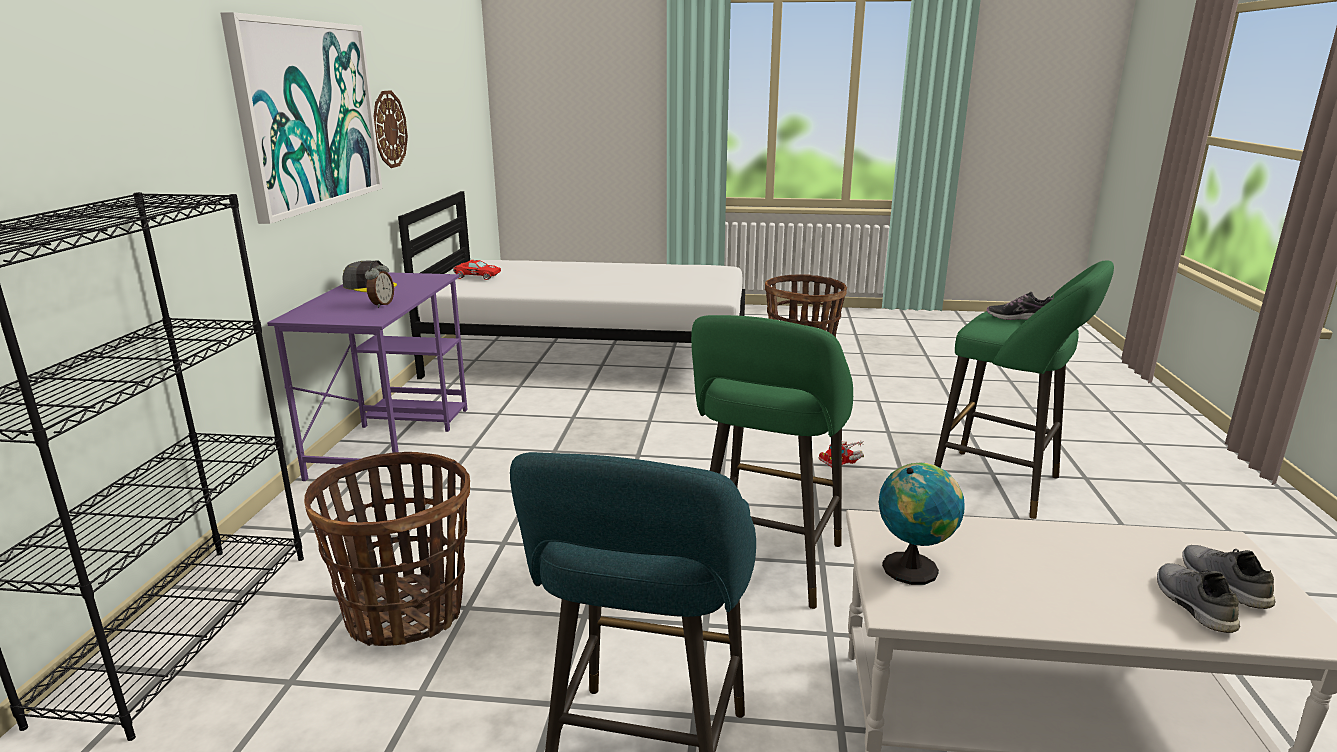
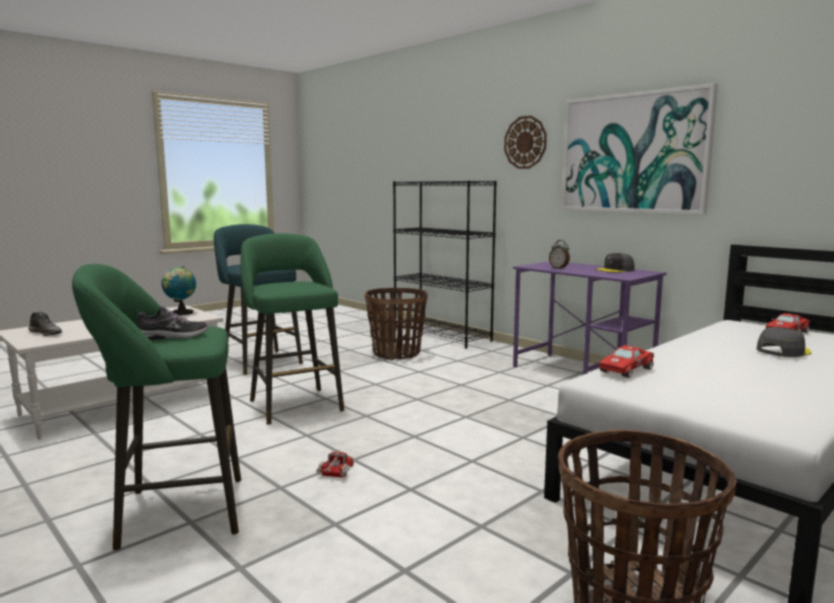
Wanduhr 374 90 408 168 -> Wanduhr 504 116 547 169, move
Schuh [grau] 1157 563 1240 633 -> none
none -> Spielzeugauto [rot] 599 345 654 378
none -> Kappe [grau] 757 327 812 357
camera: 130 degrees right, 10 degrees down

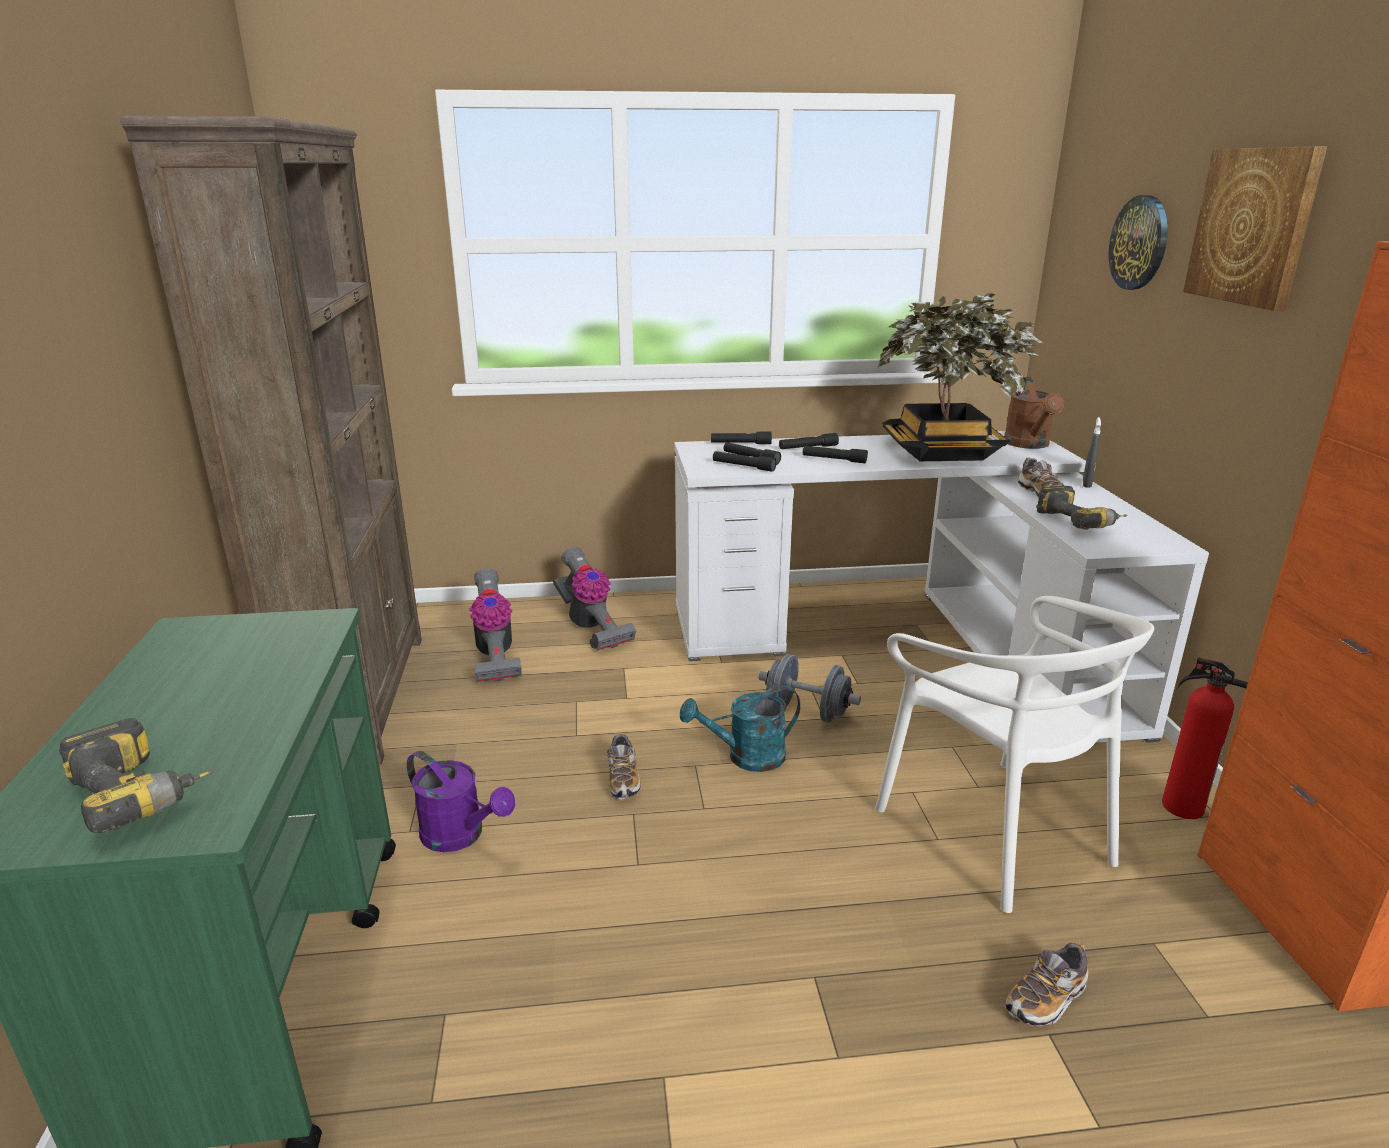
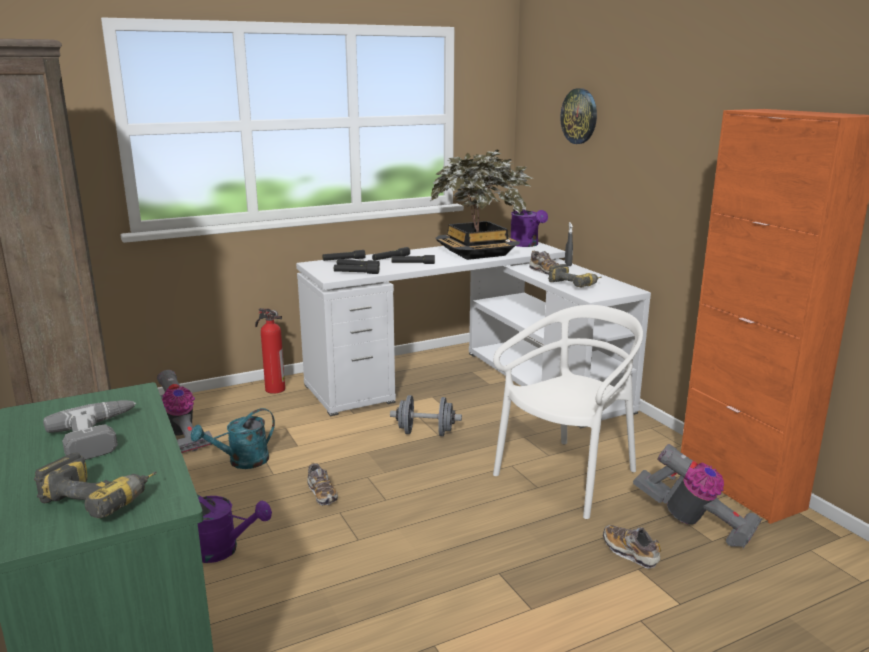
Staubsauger 553 547 636 651 -> Staubsauger 633 444 762 548, move
Gießkanne [türkis] 680 686 801 772 -> Gießkanne [türkis] 191 408 275 469, move
Stuhl [weiß] 875 596 1154 913 -> Stuhl [weiß] 493 305 643 519, 90 degrees counterclockwise
Gießkanne [braun] 1004 377 1064 449 -> Gießkanne [lila] 510 209 548 247
Schuh 1005 943 1089 1026 -> Schuh 603 525 661 569, 105 degrees clockwise
Feuerlöscher 1162 657 1248 819 -> Feuerlöscher 255 308 285 394, move
Bild 1183 146 1327 311 -> none
none -> Bohrmaschine 43 400 136 460
camera: 20 degrees left, 5 degrees down

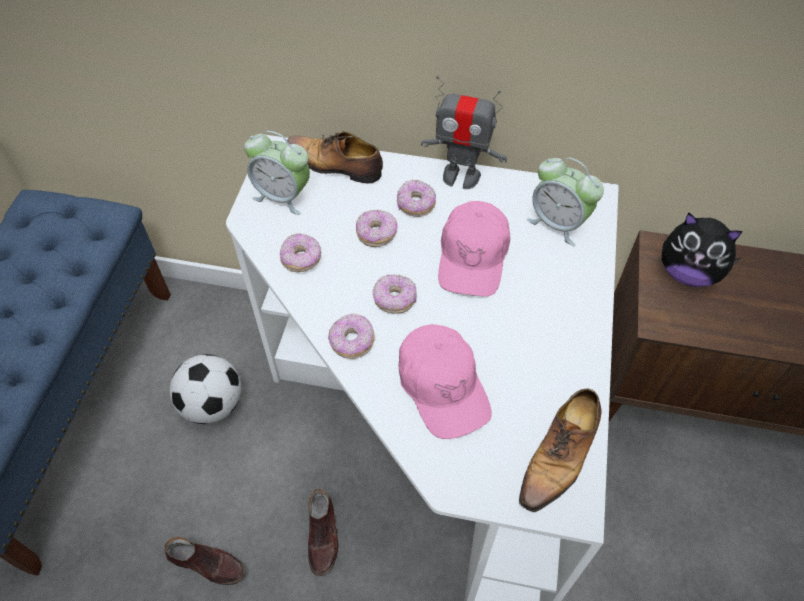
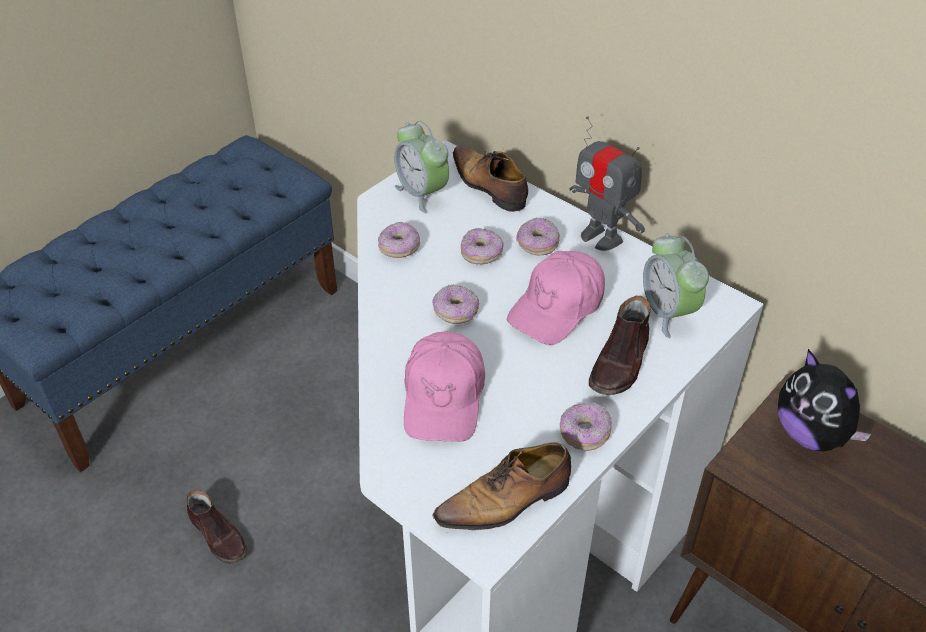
Fußball 170 354 241 424 -> none
Schuh [braun] 308 489 339 576 -> Schuh [braun] 589 296 651 395, move
Donut 328 314 374 359 -> Donut 560 402 612 451, move
camera: 30 degrees right, 10 degrees down

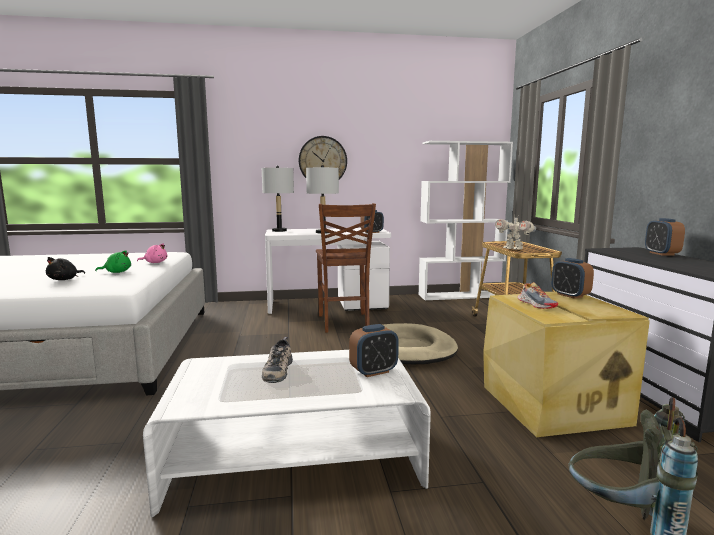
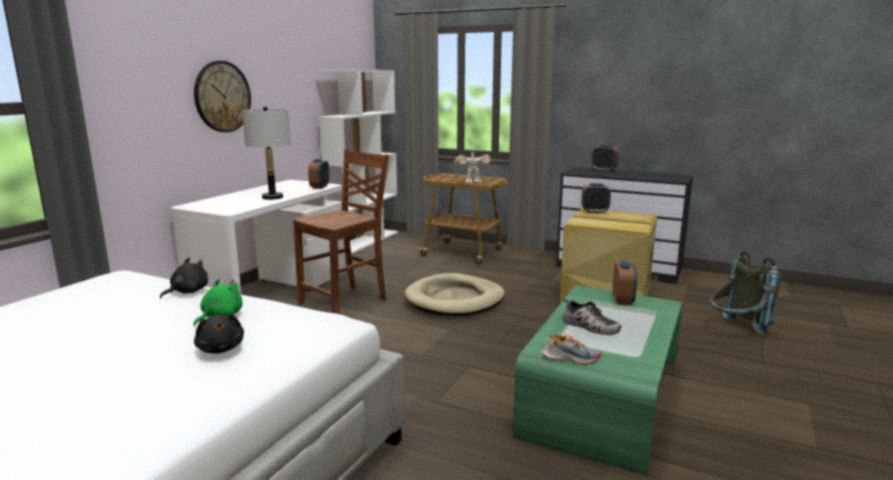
Plüschtier [rosa] 137 243 167 263 -> Plüschtier [schwarz] 160 258 208 298
Couchtisch [weiß] 143 350 431 517 -> Couchtisch [grün] 513 285 682 475
Tischlampe [grau] 262 166 294 232 -> none
Stuhl [braun] 316 203 376 333 -> Stuhl [braun] 293 149 389 314, 75 degrees counterclockwise
Schuh 518 282 558 309 -> Schuh 542 333 601 365, move
camera: 55 degrees left, 5 degrees up

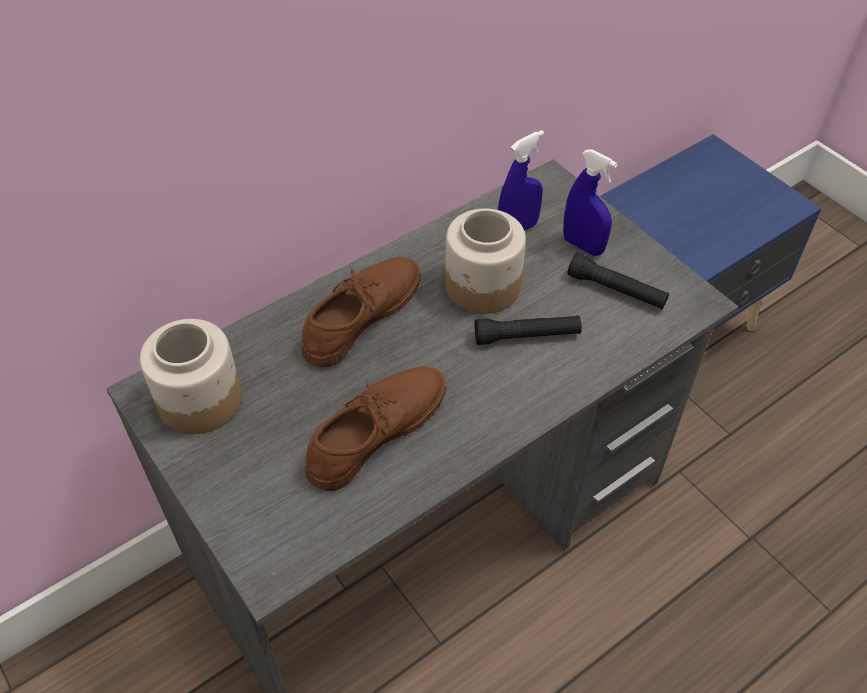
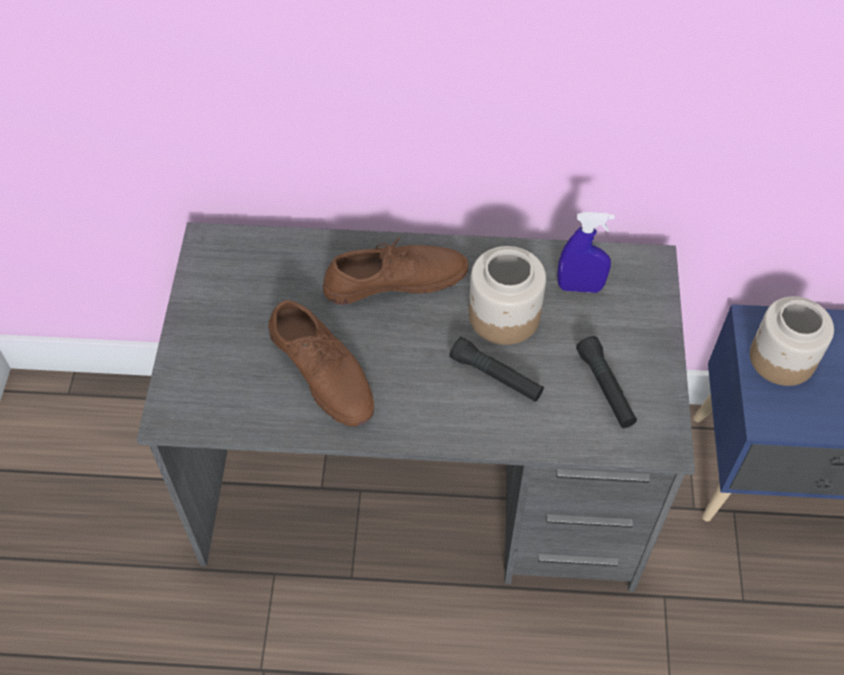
Vorratsglas 140 319 242 434 -> Vorratsglas 750 296 834 386, move
Schuh [braun] 305 366 446 491 -> Schuh [braun] 268 300 374 426, 60 degrees clockwise
Sprühflasche [blau] 563 149 618 256 -> none
camera: 40 degrees right, 5 degrees up

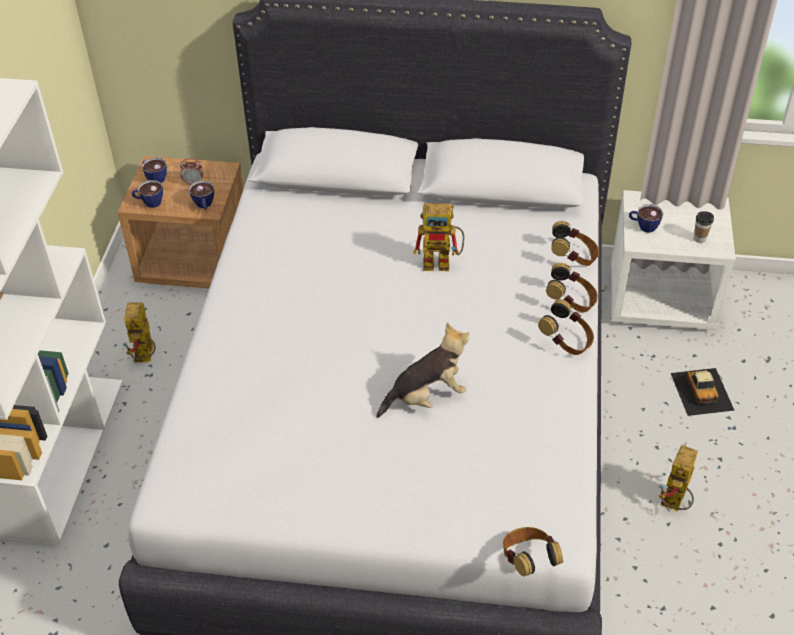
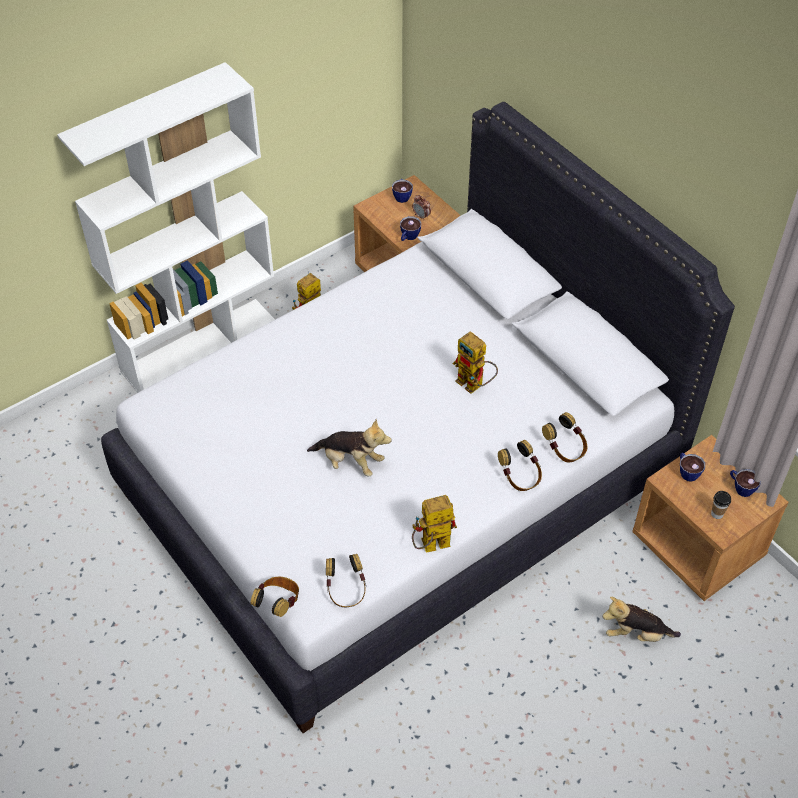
Tasse 132 180 163 208 -> Tasse 730 469 761 497, move
Kopfhörer 538 299 594 355 -> Kopfhörer 326 554 366 607, move
Nachttisch [weiß] 611 190 736 330 -> Nachttisch [braun] 632 435 789 601
Spielzeugroboter 659 445 698 512 -> Spielzeugroboter 412 495 457 553, move
Spielzeugauto 671 368 735 416 -> Plüschtier 602 597 681 642
camera: 45 degrees right, 5 degrees up

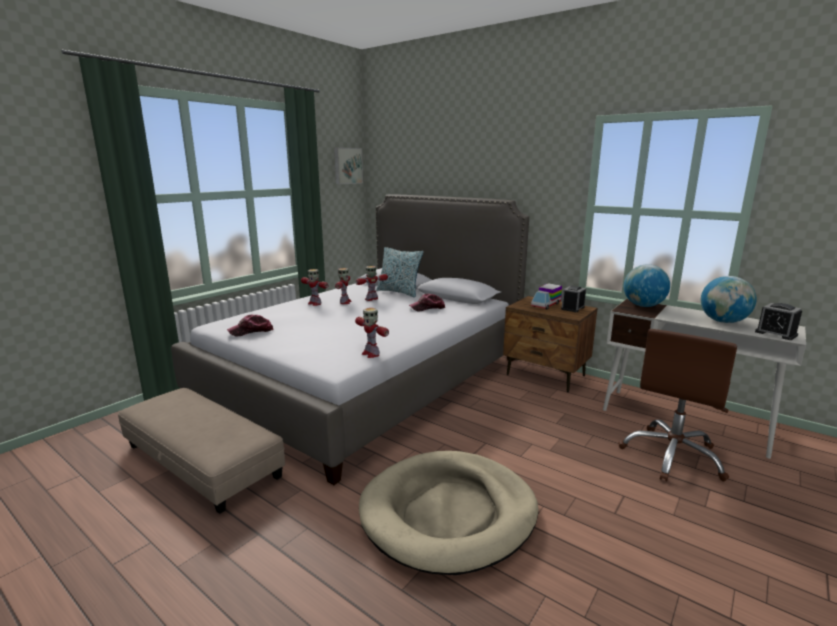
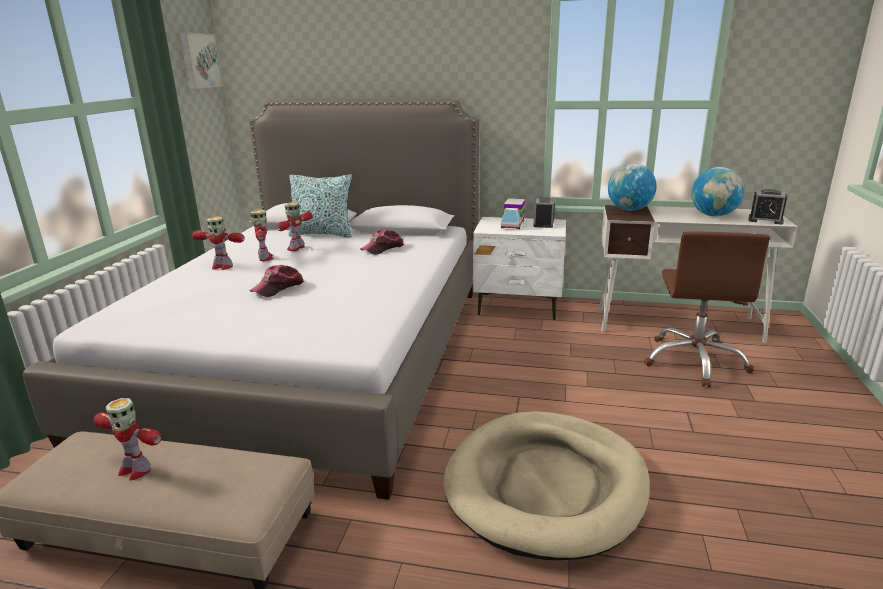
Kappe 227 315 273 337 -> Kappe 249 265 304 297, move
Spielzeugroboter 355 308 389 358 -> Spielzeugroboter 94 398 162 480, move
Nachttisch [braun] 503 296 597 392 -> Nachttisch [weiß] 473 217 566 320
camera: 25 degrees left, 5 degrees up

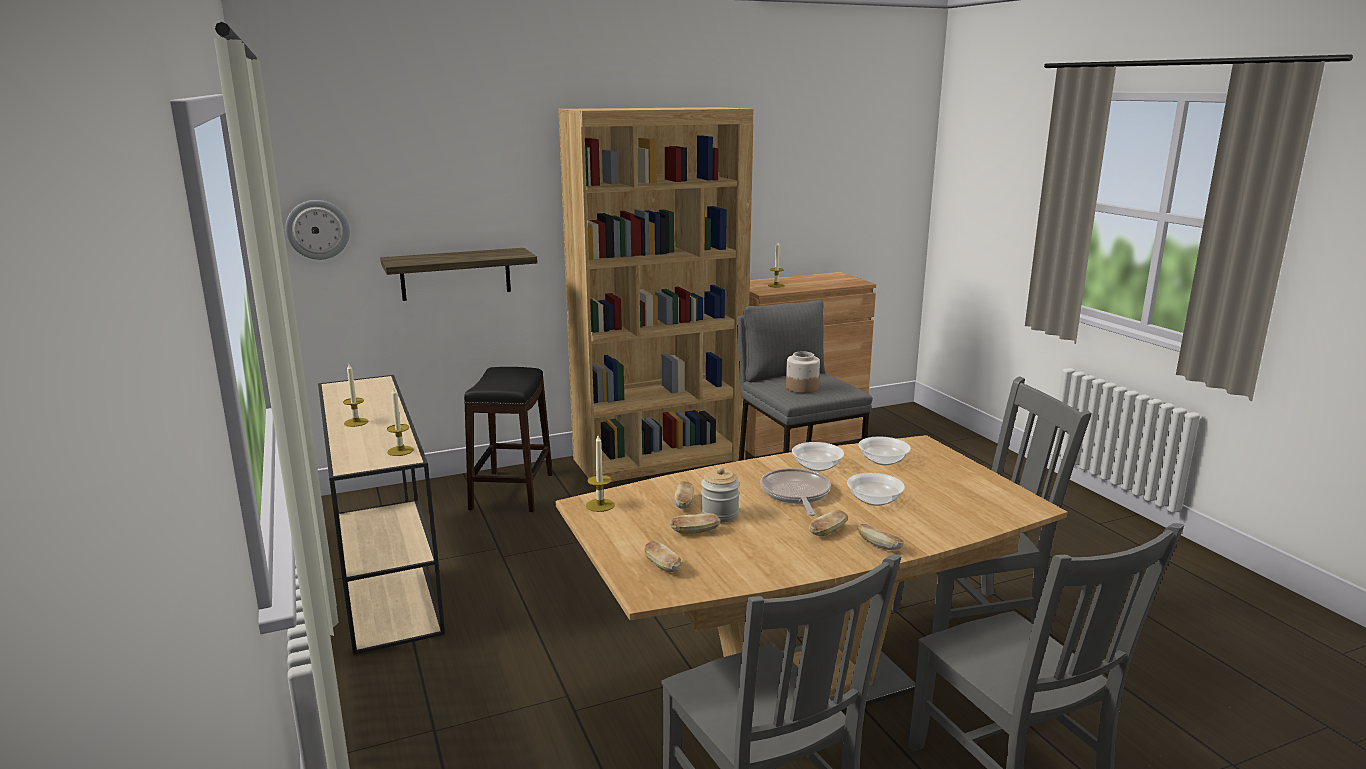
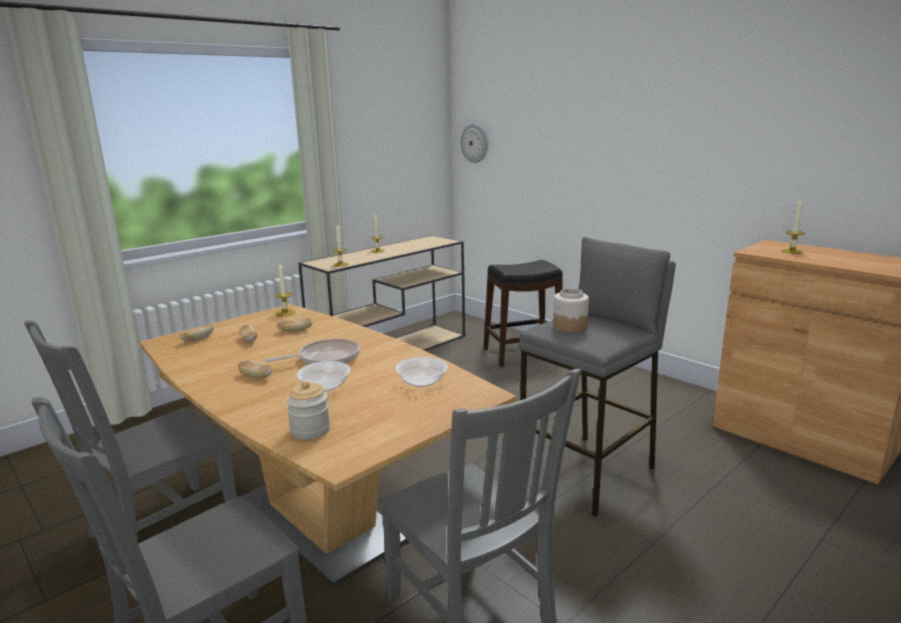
Wandregal 380 248 538 301 -> none
Bücherregal [braun] 558 107 753 482 -> none
Vorratsglas 701 467 740 523 -> Vorratsglas 286 381 330 440, move
Schüssel 792 442 844 471 -> none
Brot 858 524 904 550 -> none
camera: 70 degrees right, 0 degrees up

